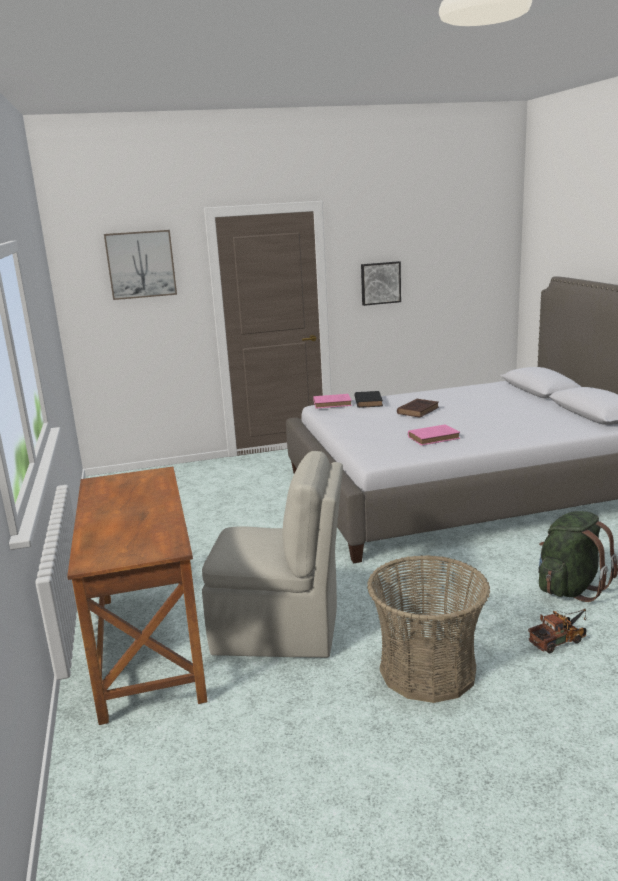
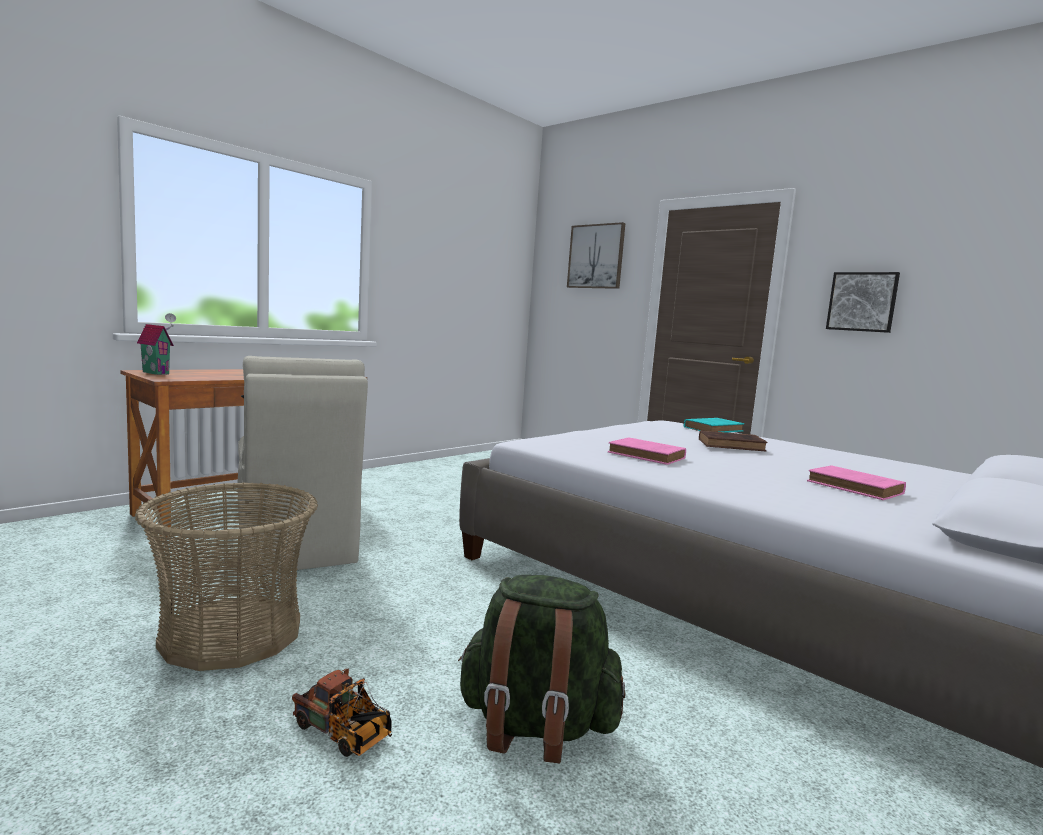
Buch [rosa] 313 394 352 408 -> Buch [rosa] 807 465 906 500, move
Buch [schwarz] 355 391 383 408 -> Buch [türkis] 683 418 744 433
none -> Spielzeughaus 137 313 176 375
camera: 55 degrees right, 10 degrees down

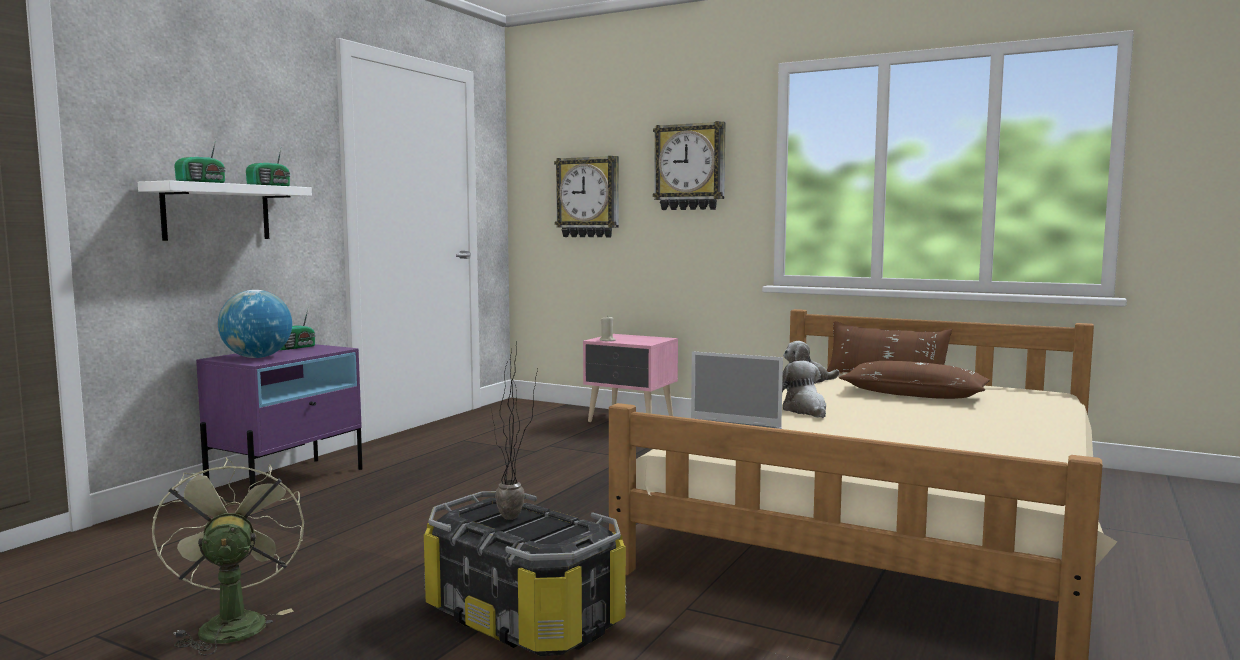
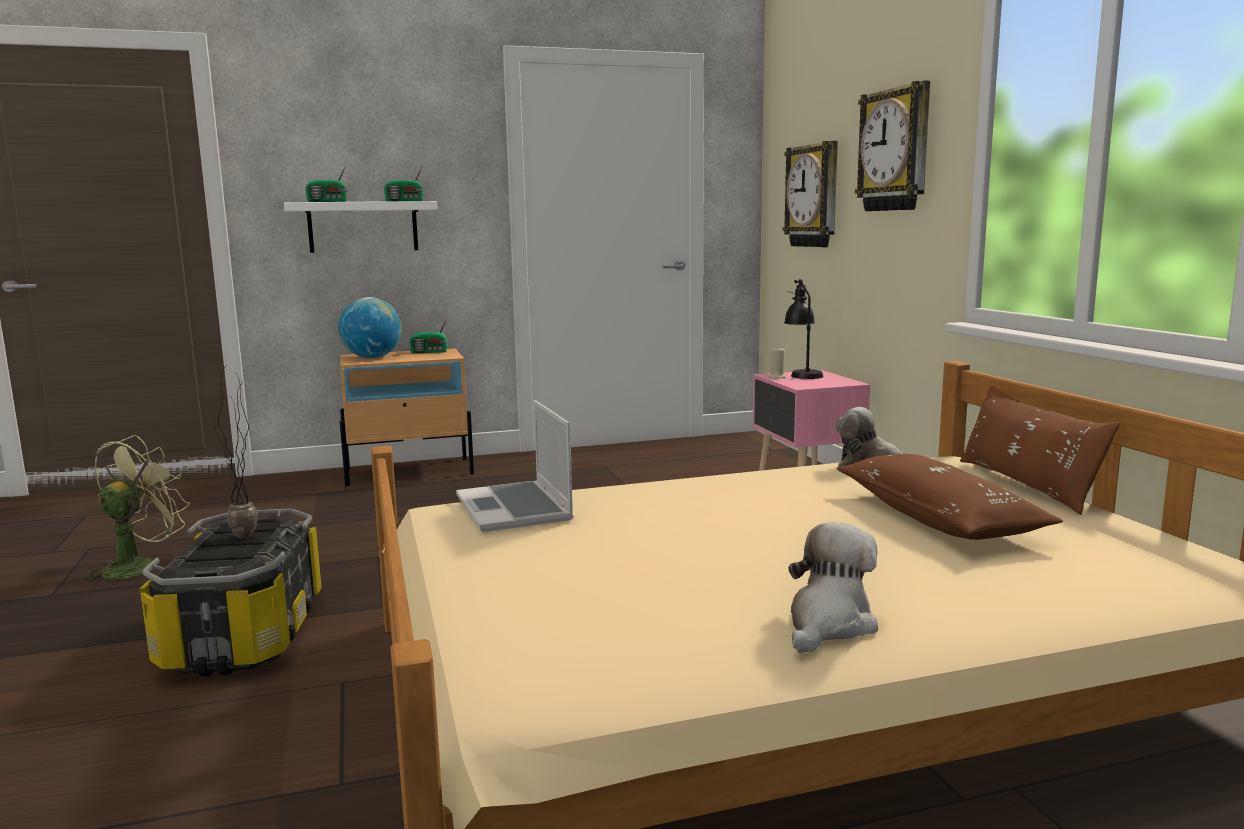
Nachttisch [lila] 196 344 363 490 -> Nachttisch [beige] 340 349 474 486
Plüschtier 782 361 826 418 -> Plüschtier 788 522 878 653, move
none -> Tischlampe [schwarz] 784 279 824 379
camera: 45 degrees right, 5 degrees up

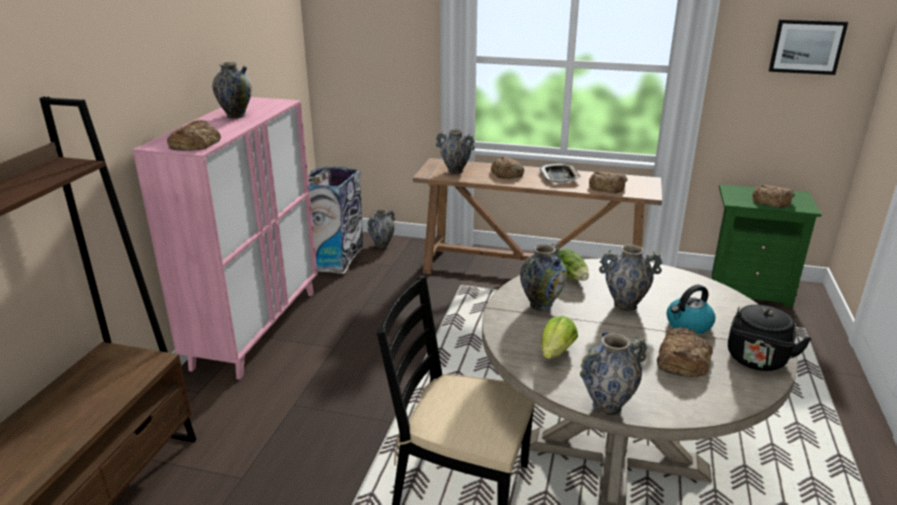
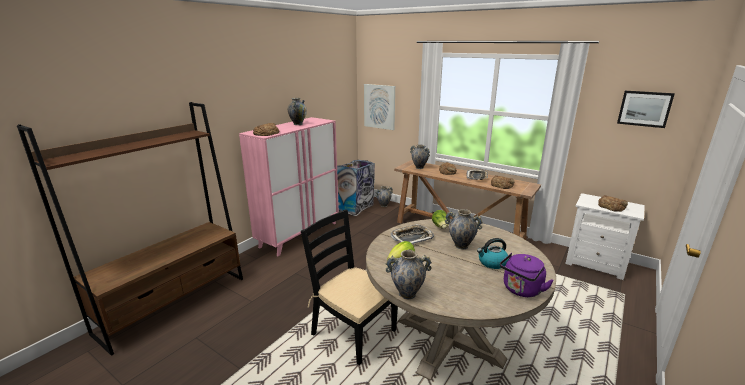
Vase 520 244 567 311 -> Tablett 391 224 434 244
Brot 657 327 713 377 -> none
Nachttisch [grün] 712 184 822 307 -> Nachttisch [weiß] 565 193 645 280
Wasserkessel [schwarz] 728 305 812 371 -> Wasserkessel [lila] 500 253 554 297
none -> Bild 364 84 395 130
camera: 20 degrees right, 5 degrees down

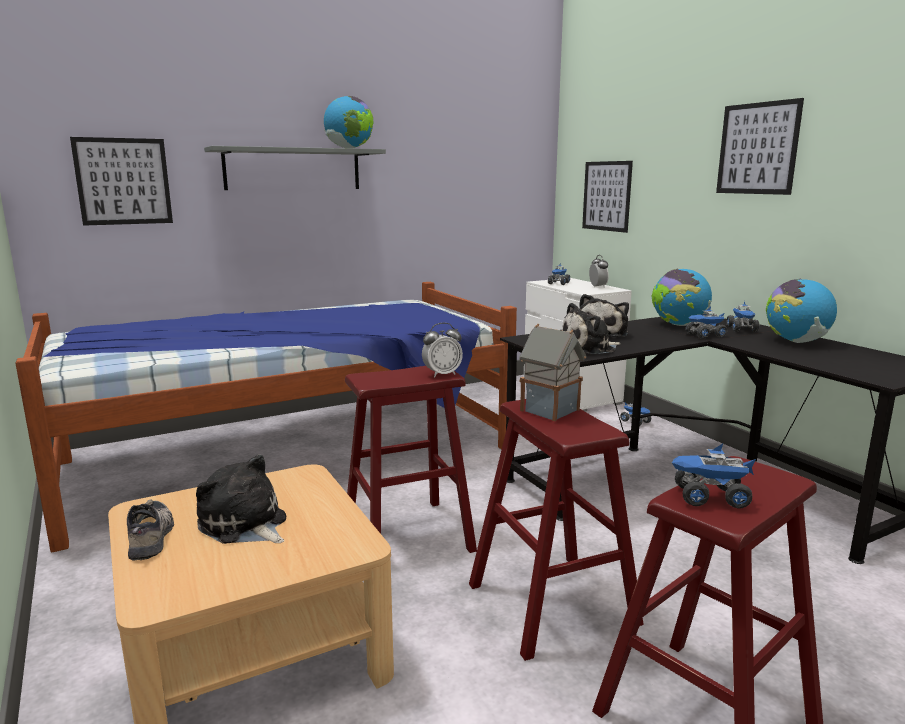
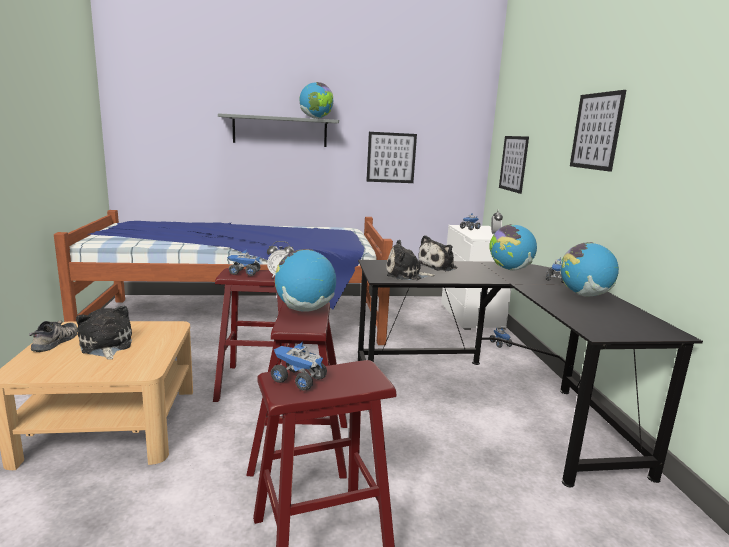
Bild 70 137 173 226 -> Bild 366 132 417 183, move
Spielzeughaus 519 324 586 421 -> Globus 275 249 336 312
Spielzeuglaster 686 306 727 339 -> Spielzeuglaster 227 249 260 276, move
camera: 20 degrees right, 0 degrees up

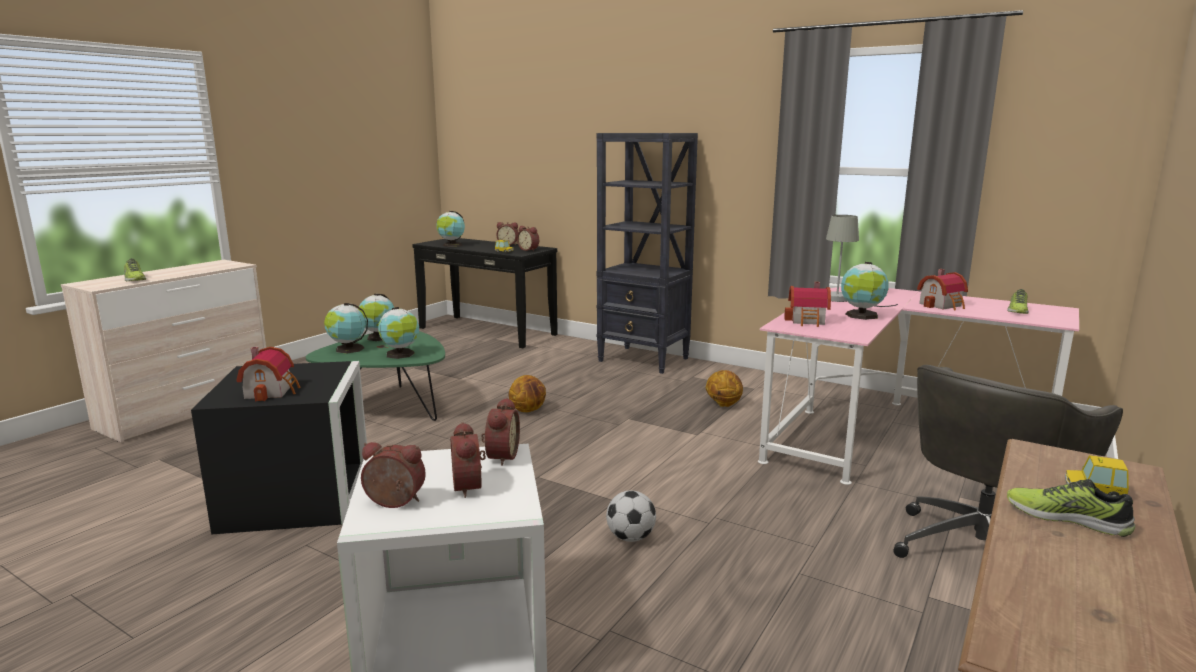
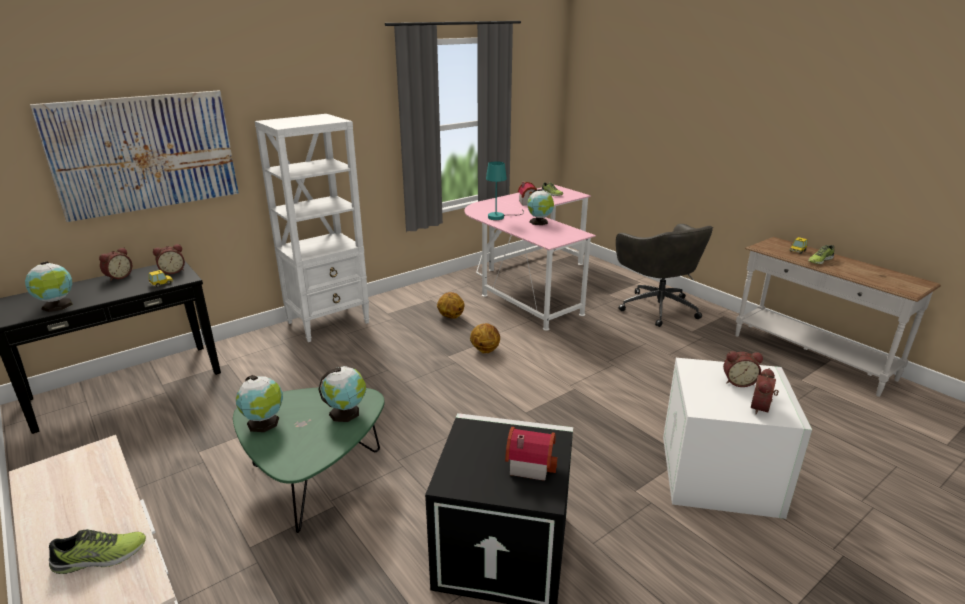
Globus 324 303 368 354 -> none
Wecker 481 397 520 466 -> none
Basketball 508 375 546 412 -> Basketball 470 323 500 353, move
Bücherregal [schwarz] 596 133 698 374 -> Bücherregal [weiß] 255 114 369 342
Fußball 606 490 656 542 -> none
Spielzeughaus 784 282 831 327 -> none
Tischlampe [grau] 826 215 898 307 -> Tischlampe [türkis] 486 161 524 220
none -> Bild 30 90 239 222
camera: 70 degrees left, 10 degrees up

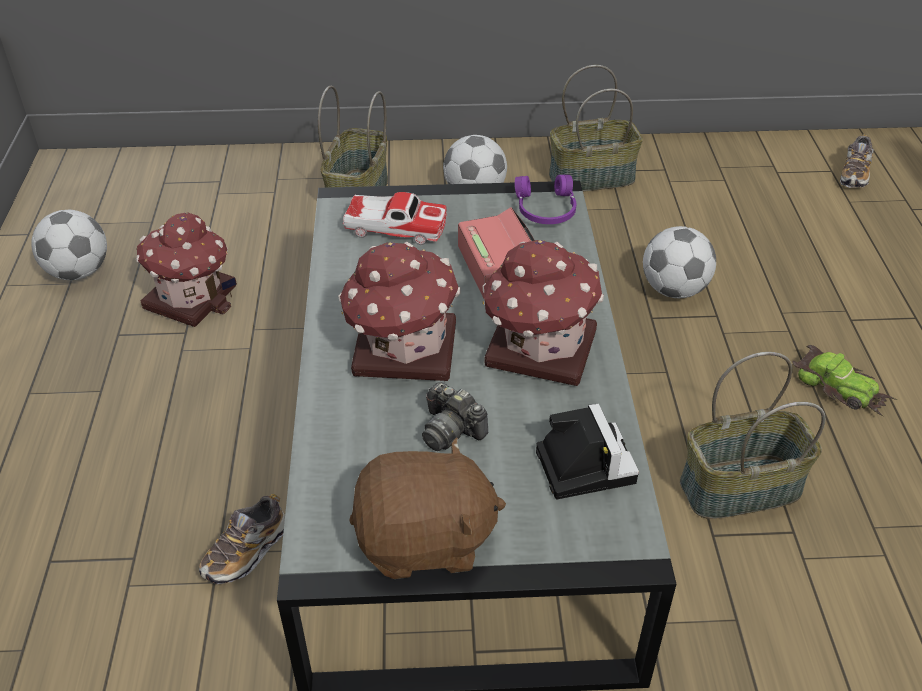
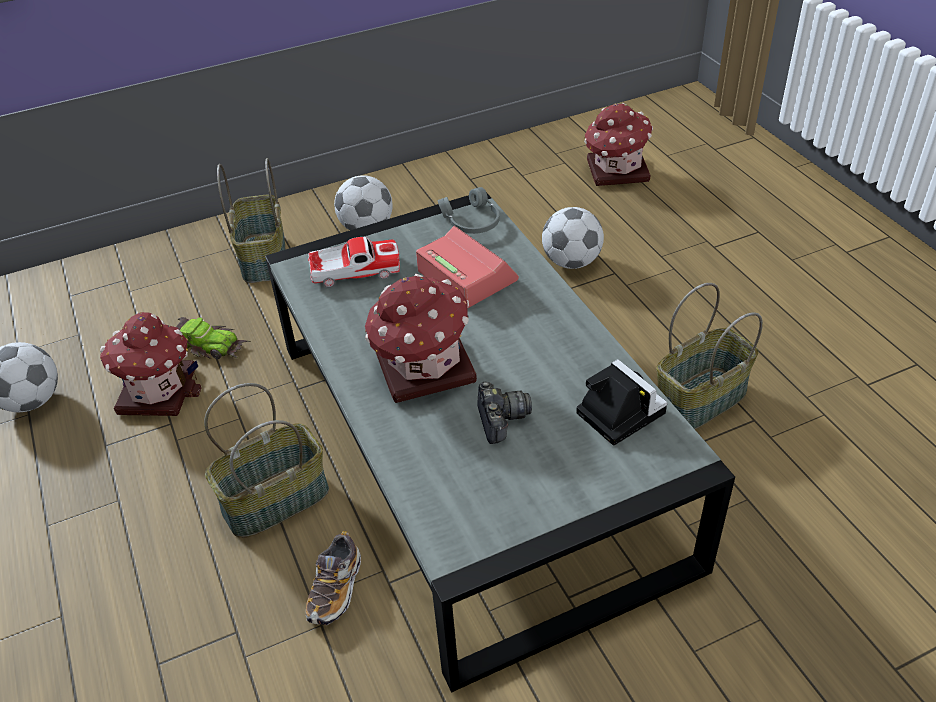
Plüschtier [braun] 349 437 506 579 -> none
Kamera 422 382 488 451 -> Kamera 477 382 532 444, 120 degrees counterclockwise
Spielzeughaus 482 240 604 386 -> Spielzeughaus 584 103 653 186, move
Kopfhörer [lila] 515 175 576 224 -> Kopfhörer [grau] 438 187 500 234
Korb 549 65 643 192 -> Korb 204 383 329 538, move
Spielzeugauto 792 345 897 417 -> Spielzeugauto 176 317 251 359, move
Schuh 840 134 874 188 -> none
camera: 20 degrees left, 0 degrees up

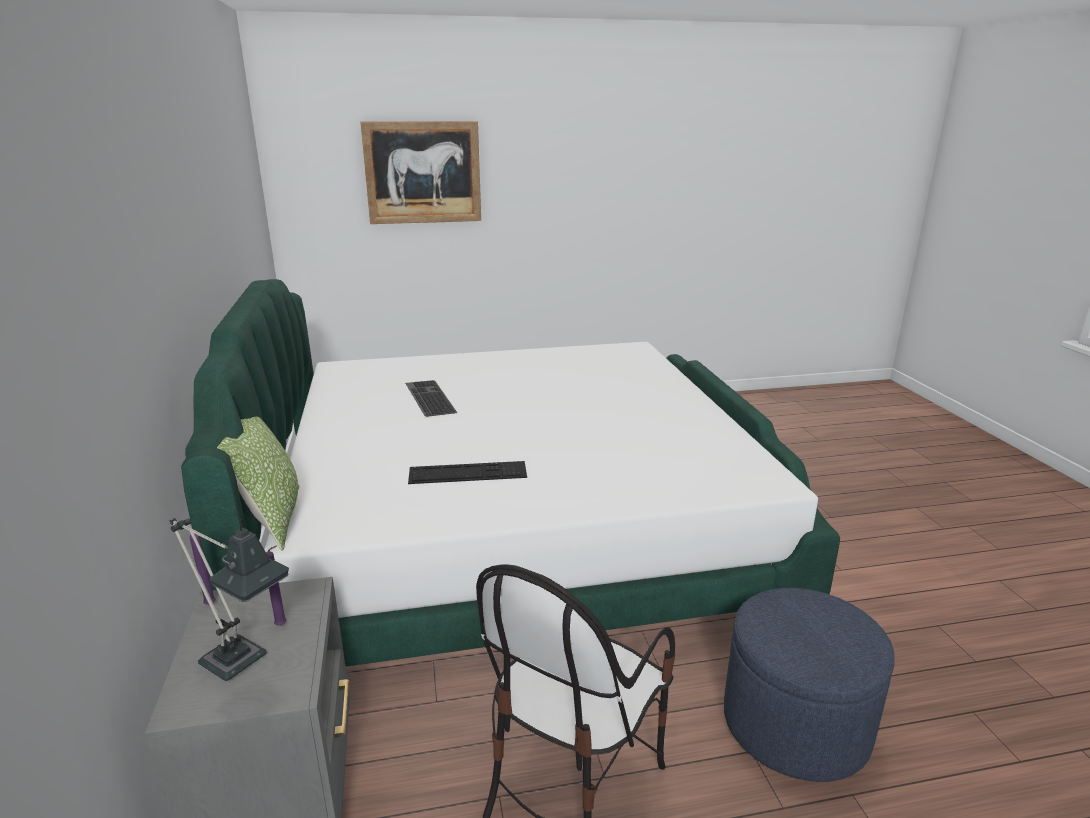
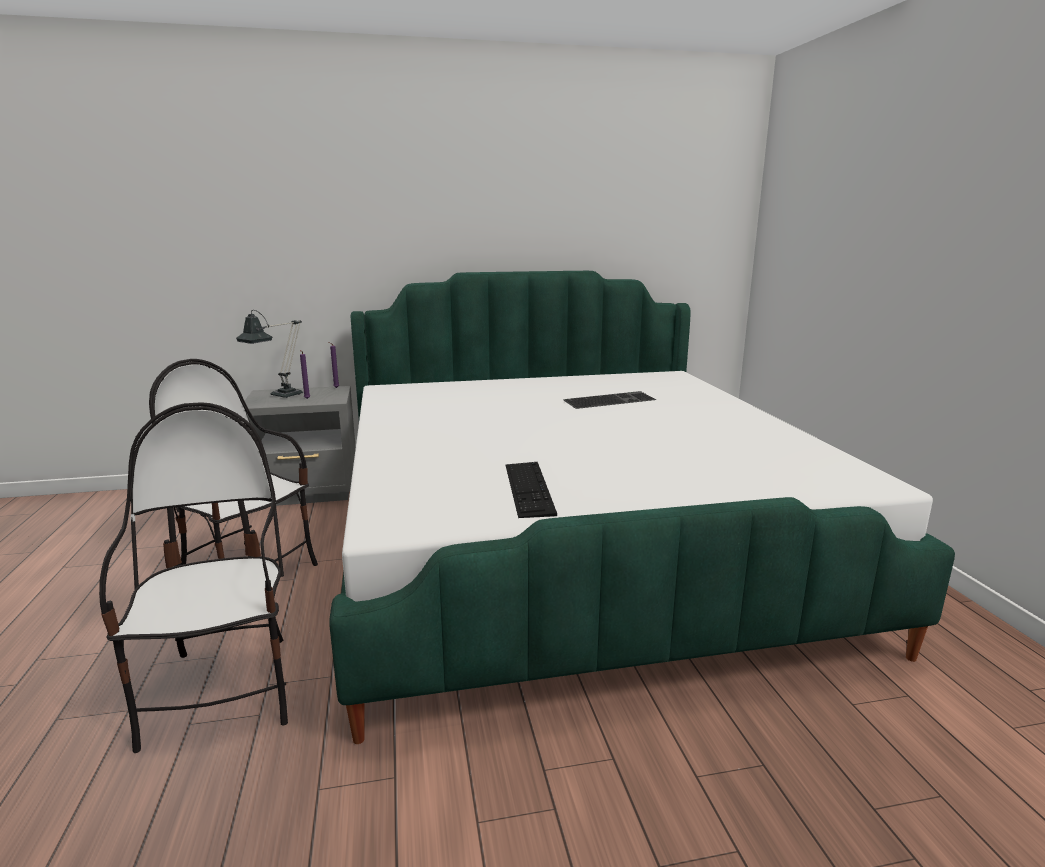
Kissen 217 417 299 551 -> none
Bild 360 121 481 224 -> none
Tastatur 408 461 527 484 -> Tastatur 506 462 557 518, move
Polsterhocker [blau] 724 588 895 782 -> Stuhl 99 402 288 753
camera: 90 degrees right, 5 degrees down

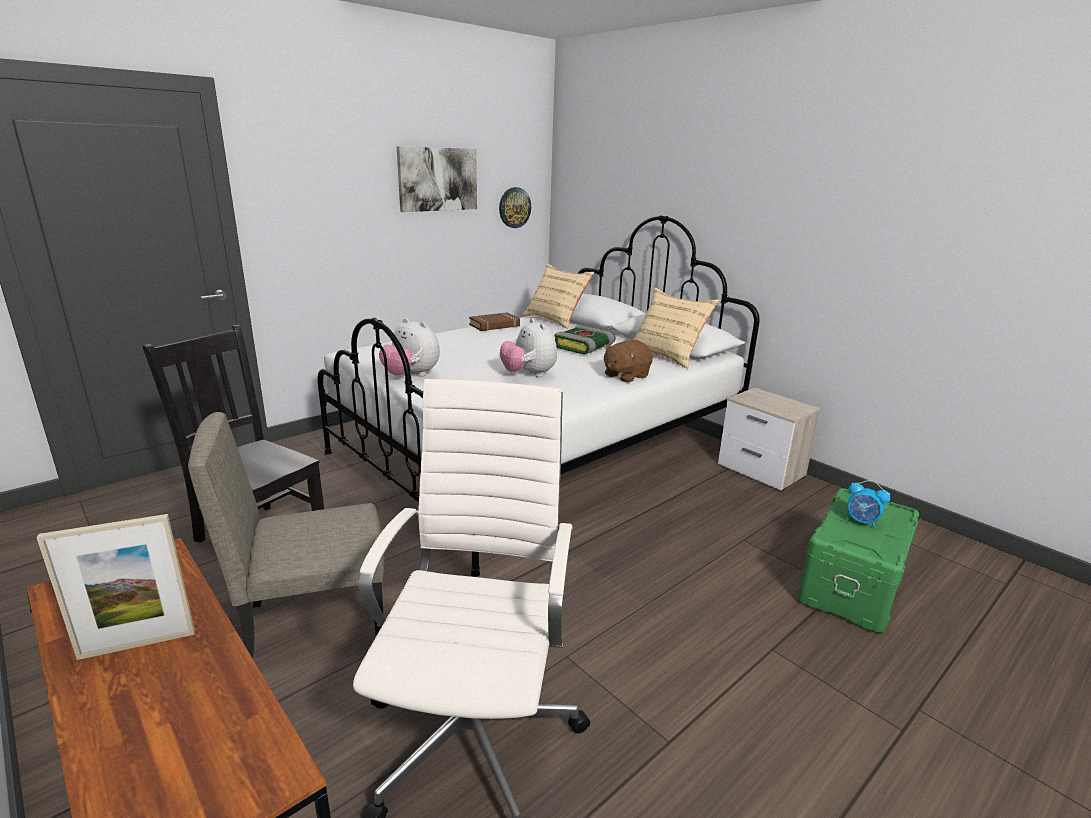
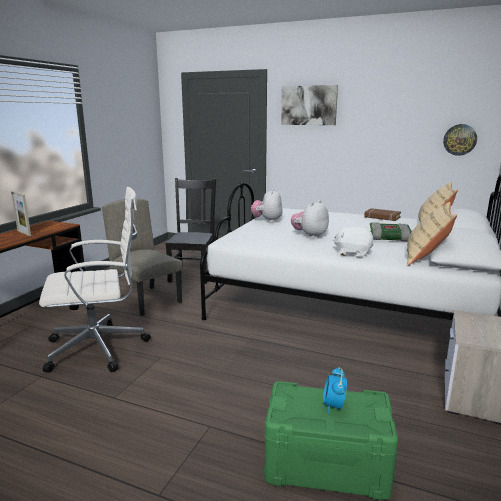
Bild 397 146 477 212 -> Bild 281 85 338 125, move
Plüschtier [braun] 604 340 653 383 -> Plüschtier [weiß] 333 227 374 258
camera: 65 degrees right, 5 degrees down

